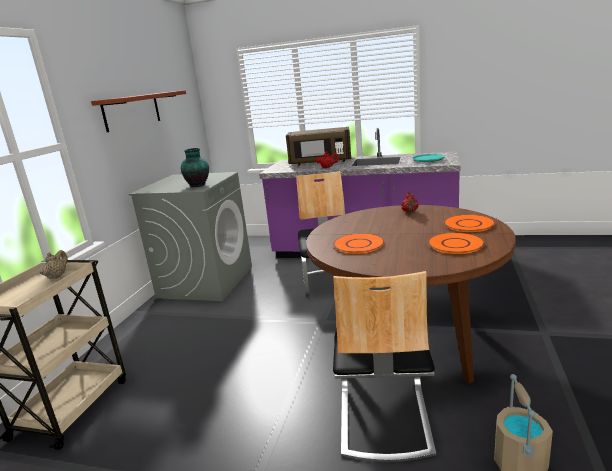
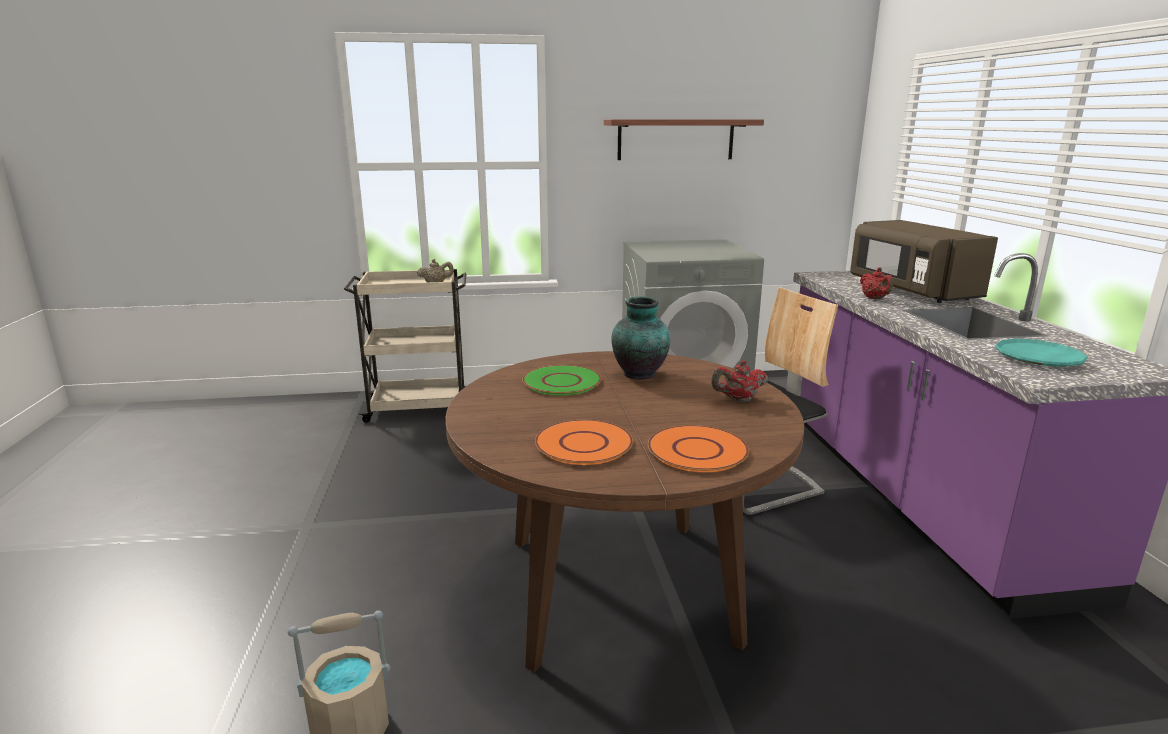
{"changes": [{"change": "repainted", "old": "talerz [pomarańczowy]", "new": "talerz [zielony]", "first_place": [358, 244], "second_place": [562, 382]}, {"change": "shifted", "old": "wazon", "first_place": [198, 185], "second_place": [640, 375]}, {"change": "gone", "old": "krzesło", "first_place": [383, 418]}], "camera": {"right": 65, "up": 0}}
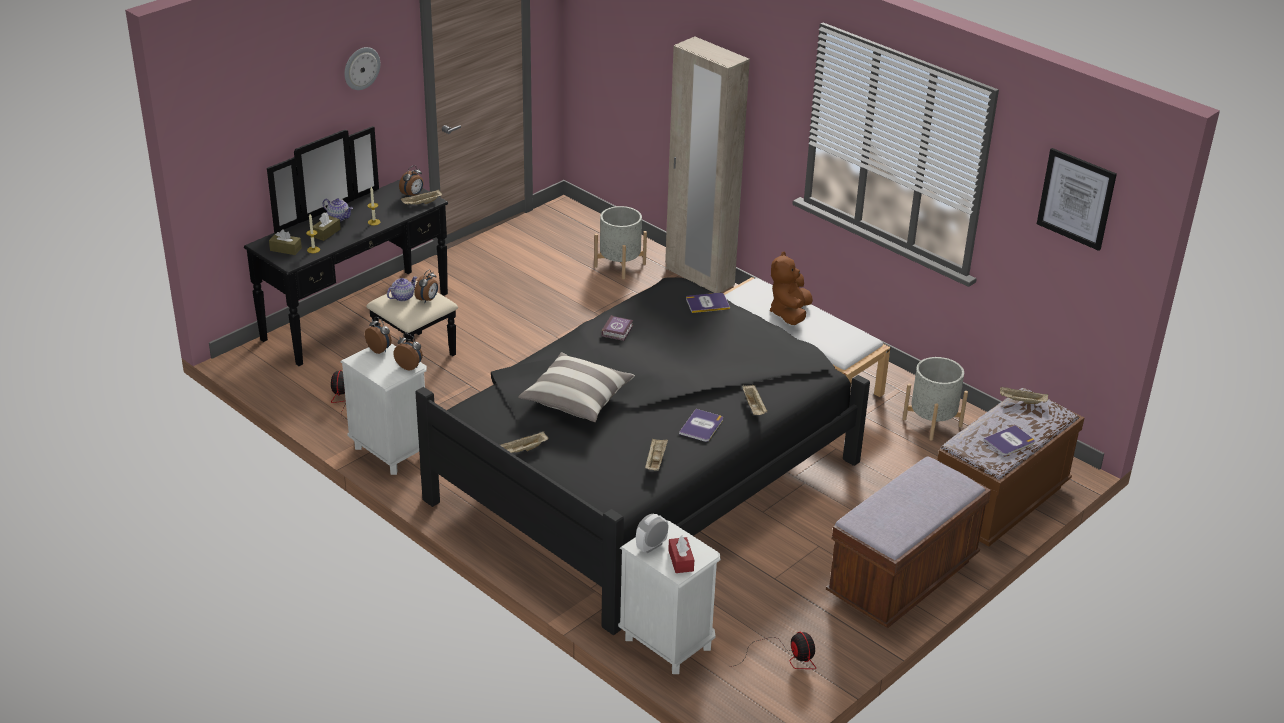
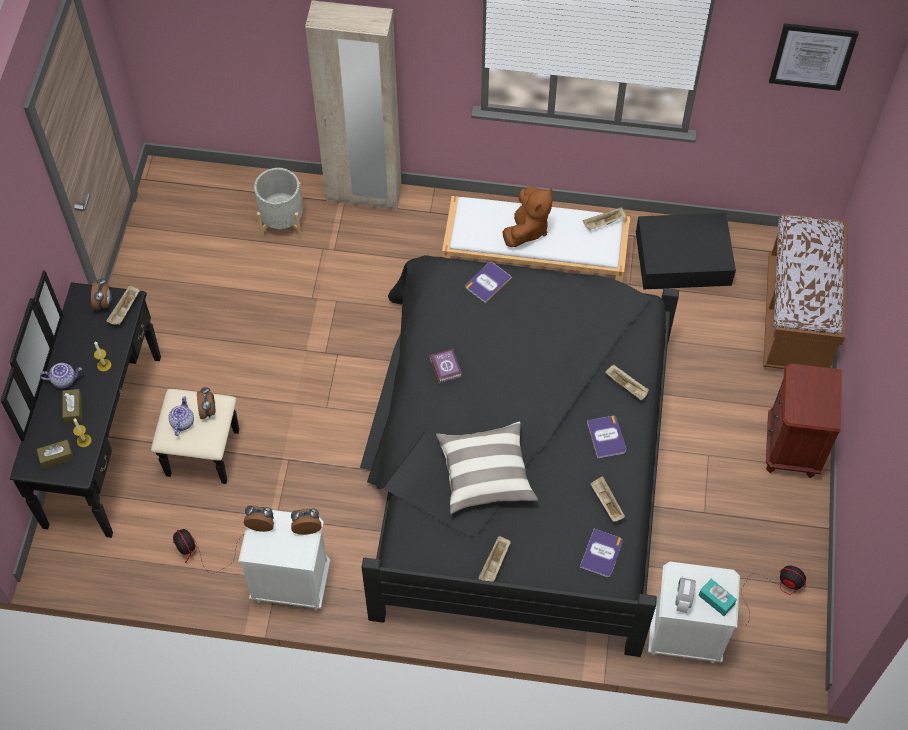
{"changes": [{"change": "rotated", "old": "pluszak [brązowy]", "first_place": [790, 314], "second_place": [527, 229], "degrees": -135}, {"change": "shifted", "old": "książka", "first_place": [1009, 441], "second_place": [601, 553]}, {"change": "shifted", "old": "taca [beżowy]", "first_place": [1021, 401], "second_place": [603, 223]}, {"change": "swapped", "old": "donica [szary]", "new": "pojemnik do przechowywania [czarny]", "first_place": [932, 422], "second_place": [684, 259]}, {"change": "repainted", "old": "pudełko chusteczek [czerwony]", "new": "pudełko chusteczek [turkusowy]", "first_place": [681, 560], "second_place": [716, 600]}, {"change": "swapped", "old": "ławka [brązowy]", "new": "szafka nocna [brązowy]", "first_place": [902, 578], "second_place": [791, 447]}, {"change": "gone", "old": "zegar ścienny", "first_place": [361, 68]}], "camera": {"right": -35, "up": 25}}
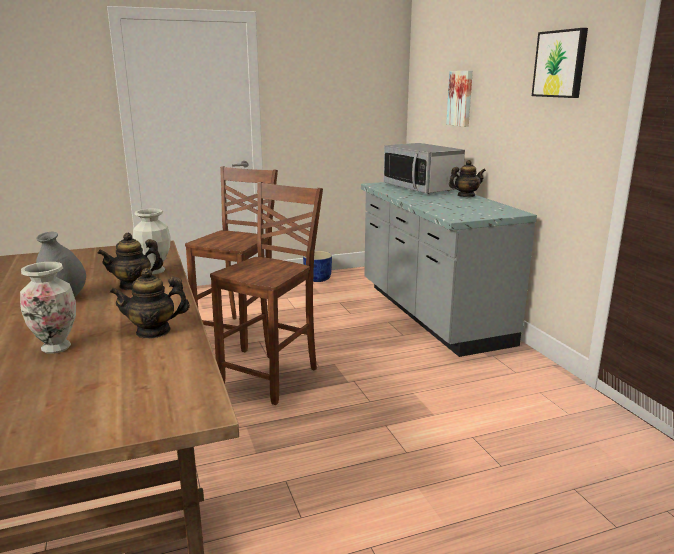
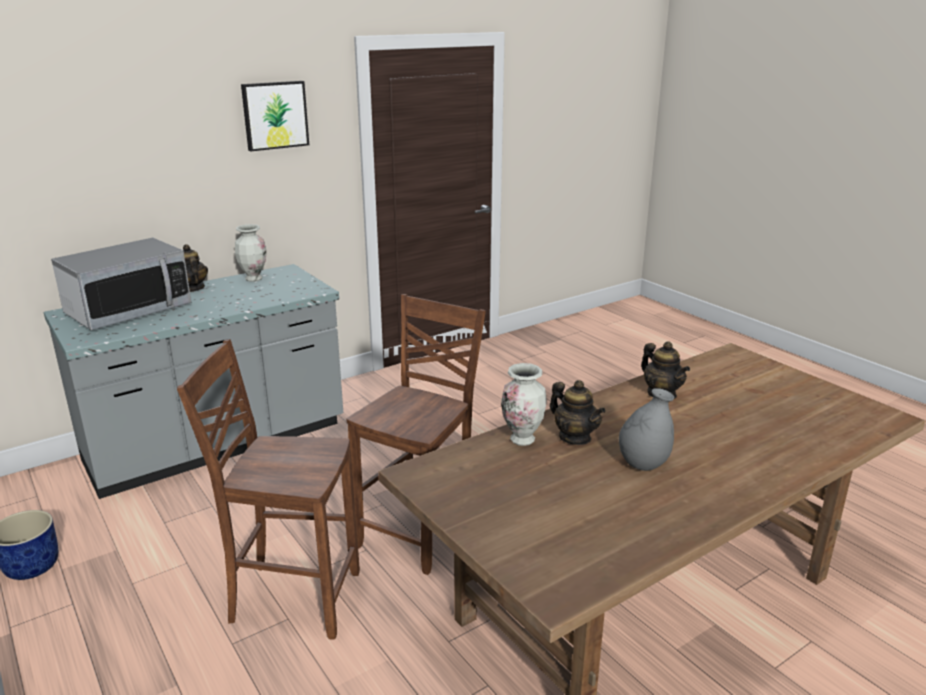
{"changes": [{"change": "shifted", "old": "wazon", "first_place": [56, 348], "second_place": [253, 279]}, {"change": "rotated", "old": "krzesło [brązowy]", "first_place": [272, 377], "second_place": [420, 532], "degrees": 105}, {"change": "gone", "old": "obraz", "first_place": [461, 98]}], "camera": {"right": -105, "up": 5}}
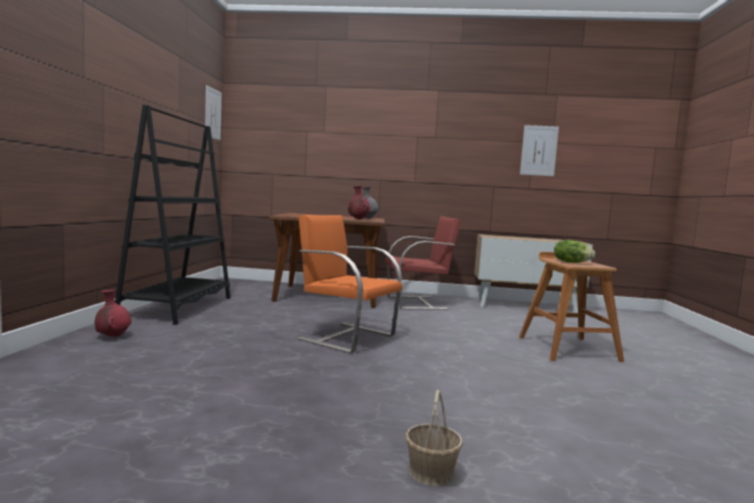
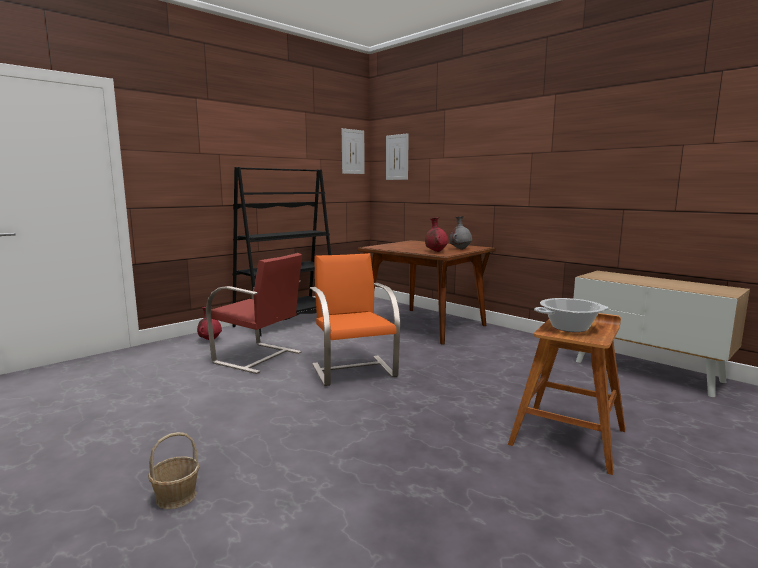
{"changes": [{"change": "shifted", "old": "krzesło [czerwony]", "first_place": [417, 303], "second_place": [259, 358]}, {"change": "shifted", "old": "obraz", "first_place": [539, 150], "second_place": [397, 157]}, {"change": "swapped", "old": "sałata", "new": "garnek", "first_place": [571, 262], "second_place": [569, 327]}], "camera": {"right": 40, "up": 5}}
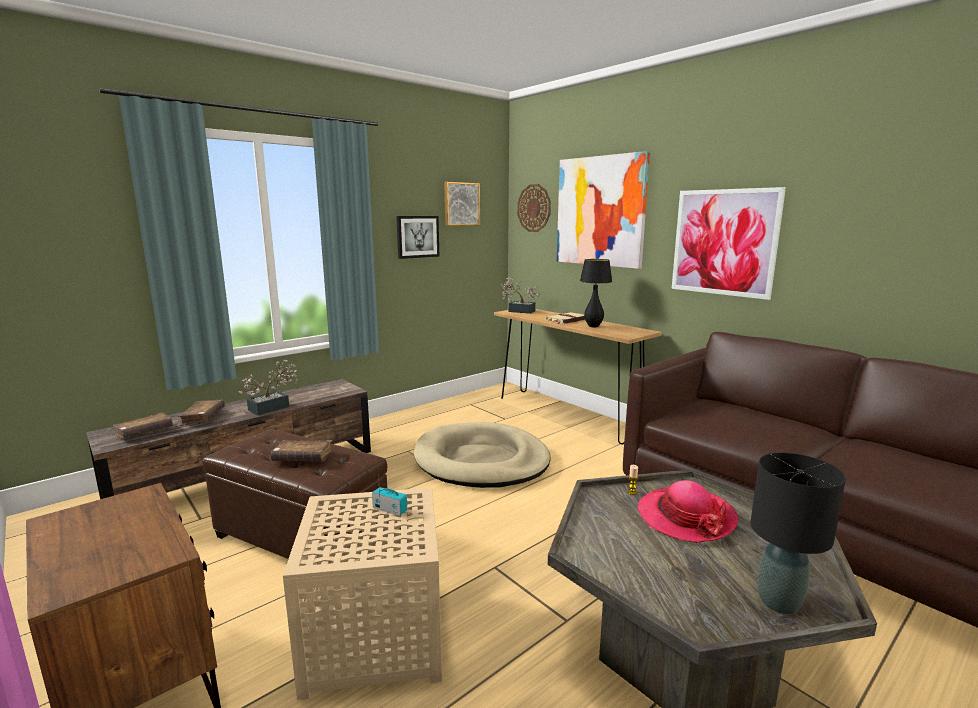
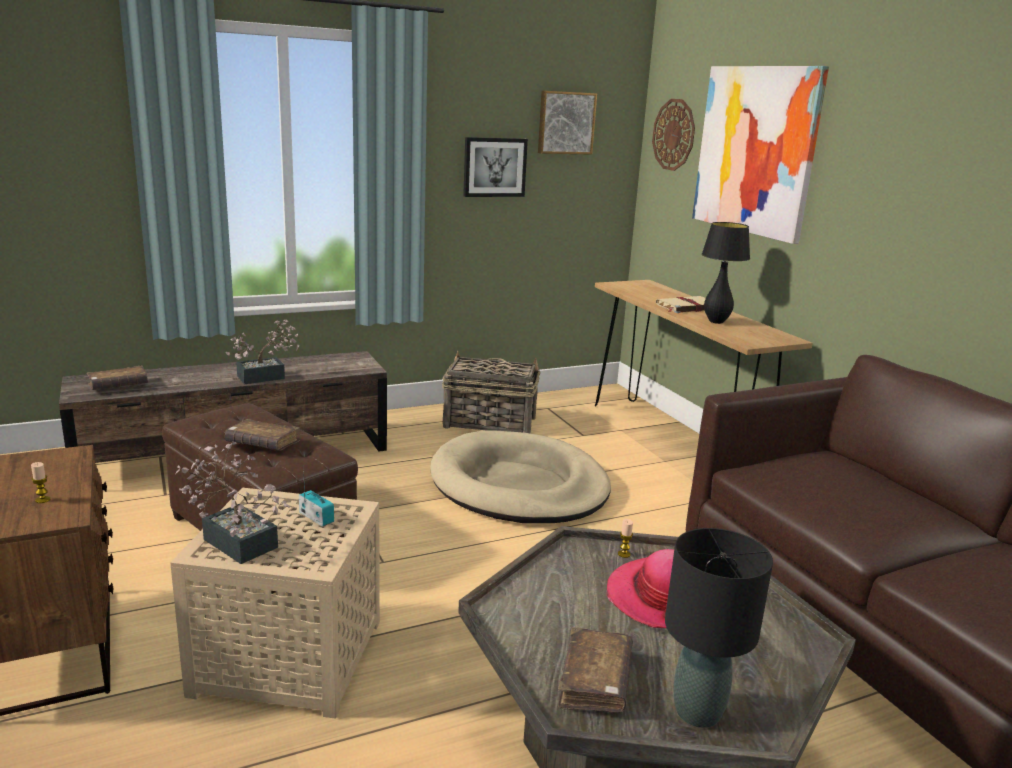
{"changes": [{"change": "new", "new": "świeca", "second_place": [42, 500]}, {"change": "shifted", "old": "roślina doniczkowa", "first_place": [519, 311], "second_place": [236, 539]}, {"change": "new", "new": "koszyk", "second_place": [489, 422]}, {"change": "shifted", "old": "książka [brązowy]", "first_place": [203, 417], "second_place": [595, 681]}, {"change": "gone", "old": "obraz", "first_place": [724, 242]}], "camera": {"right": 15, "up": 5}}
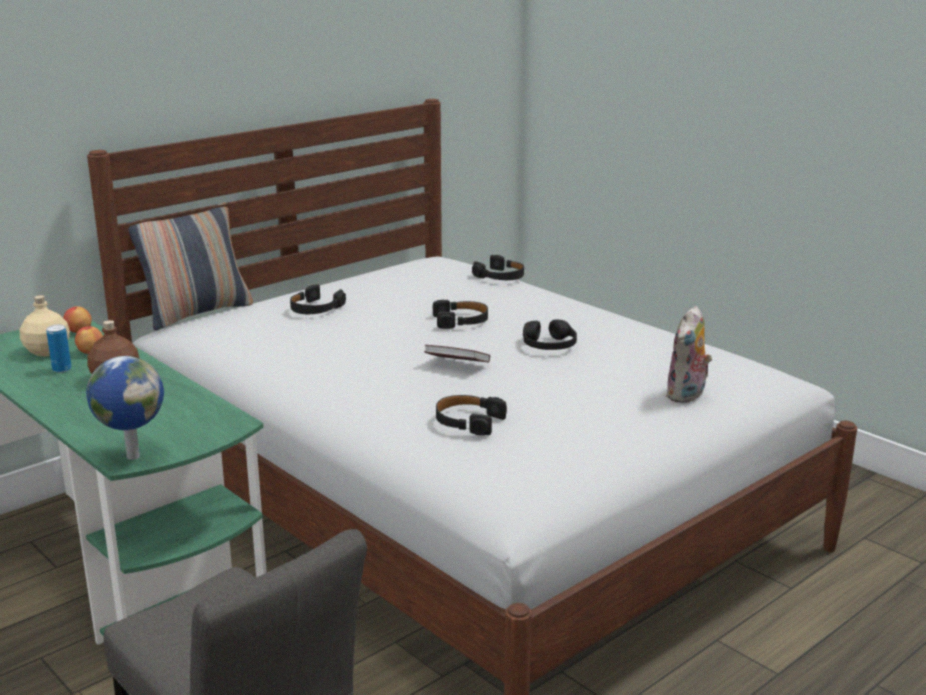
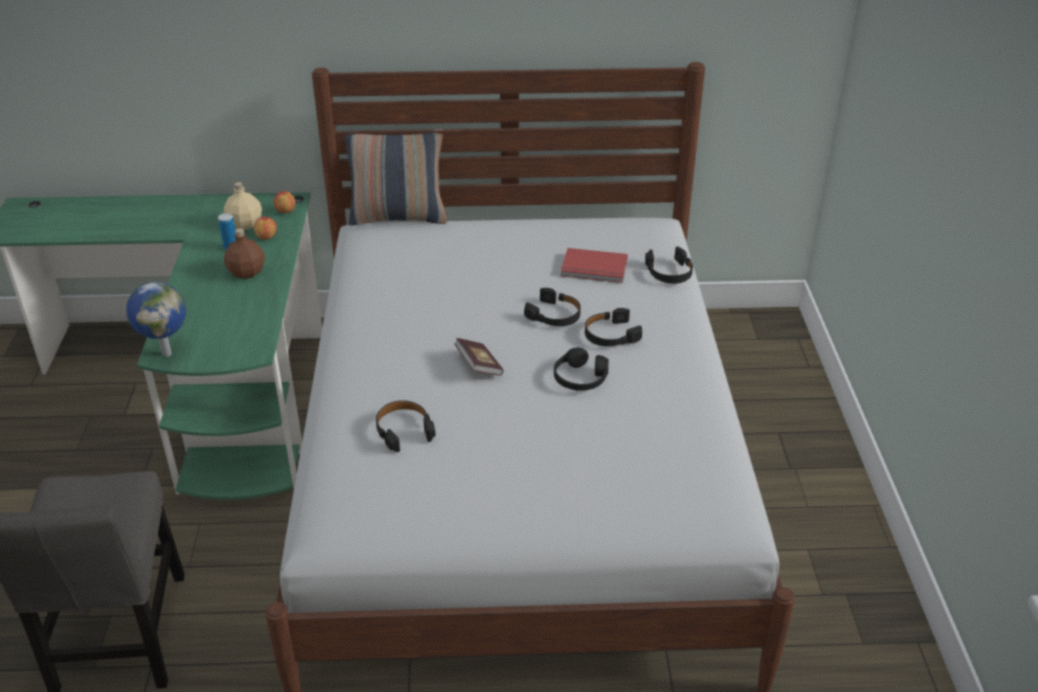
{"changes": [{"change": "new", "new": "książka [czerwony]", "second_place": [594, 269]}, {"change": "shifted", "old": "słuchawki [czarny]", "first_place": [315, 308], "second_place": [610, 335]}, {"change": "gone", "old": "pluszak", "first_place": [687, 396]}], "camera": {"right": 40, "up": 15}}
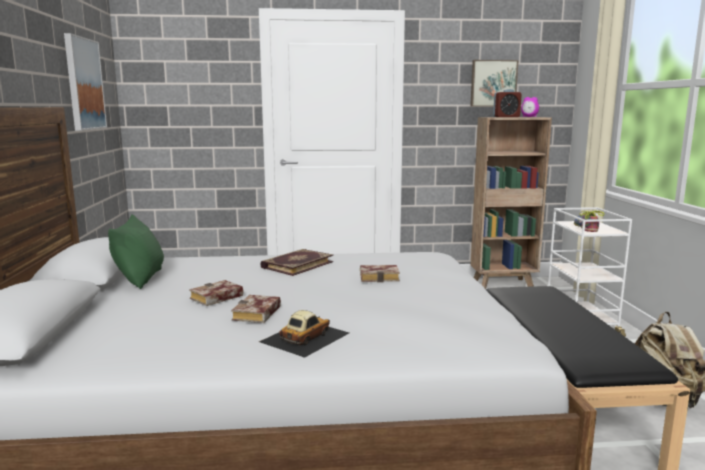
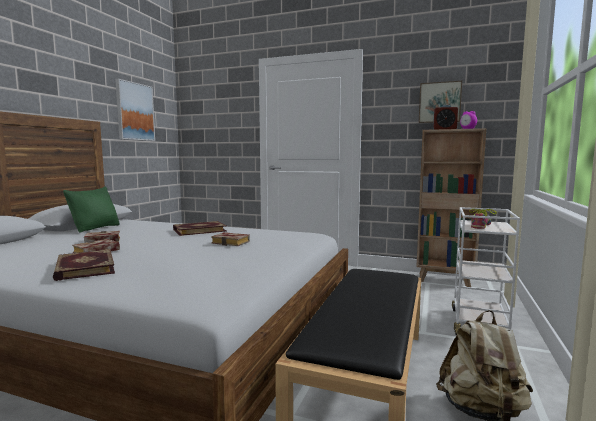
{"changes": [{"change": "swapped", "old": "samochodzik", "new": "książka", "first_place": [304, 337], "second_place": [83, 268]}], "camera": {"right": 25, "up": -5}}
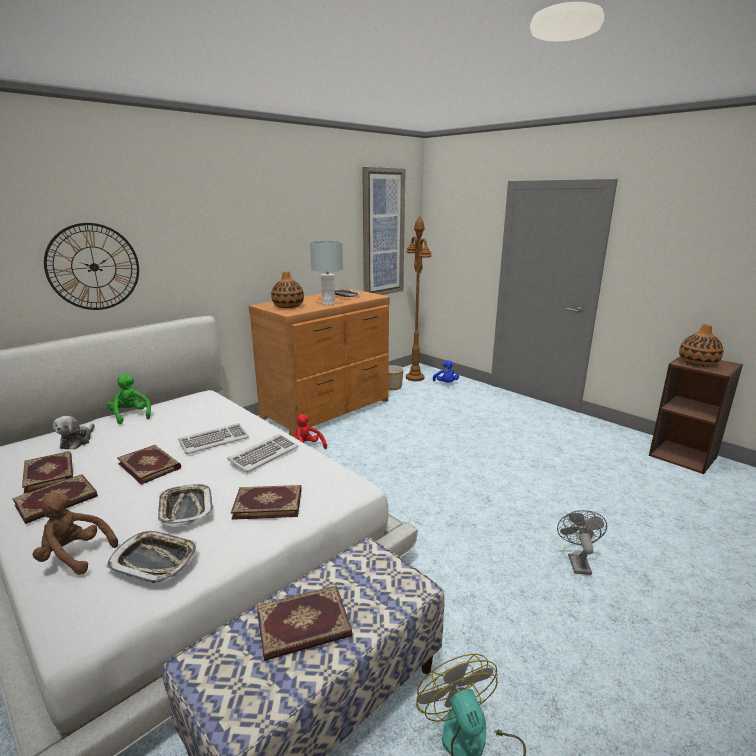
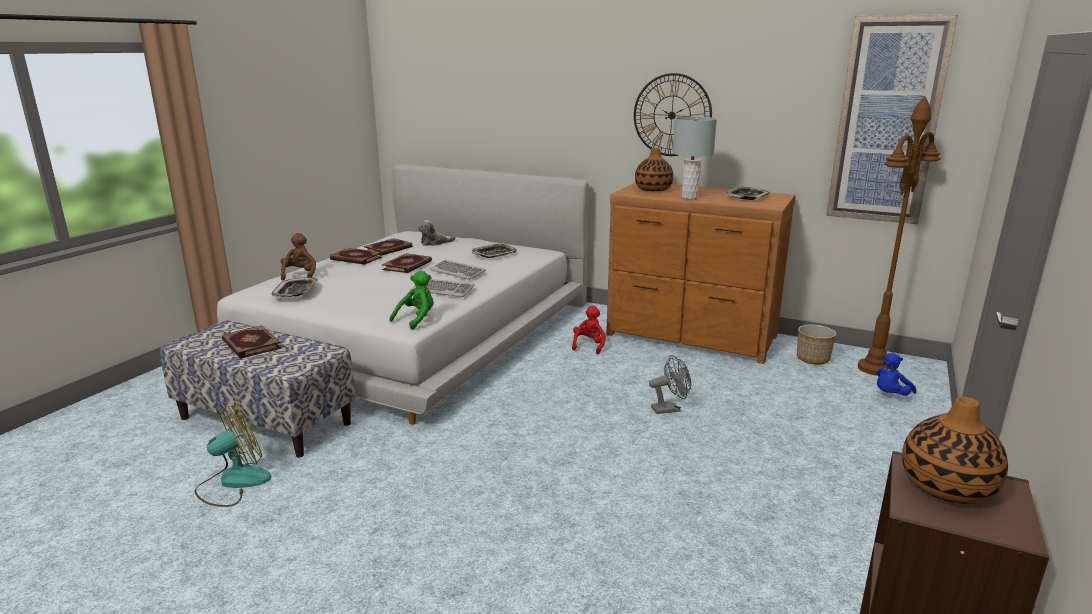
{"changes": [{"change": "shifted", "old": "pluszak [zielony]", "first_place": [131, 415], "second_place": [417, 319]}, {"change": "shifted", "old": "taca", "first_place": [185, 508], "second_place": [494, 254]}, {"change": "shifted", "old": "zegar ścienny", "first_place": [94, 267], "second_place": [672, 115]}, {"change": "shifted", "old": "wentylator [szary]", "first_place": [577, 561], "second_place": [669, 409]}, {"change": "gone", "old": "książka", "first_place": [268, 503]}], "camera": {"right": 70, "up": 0}}
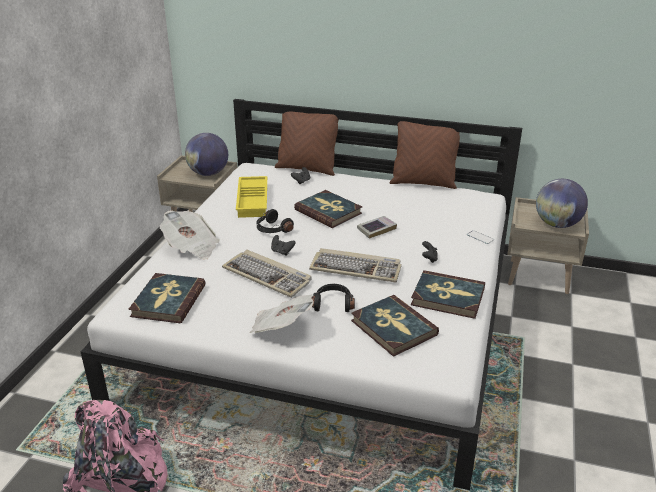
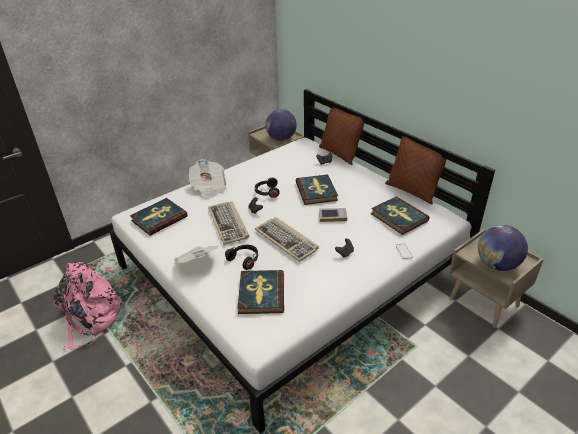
{"changes": [{"change": "shifted", "old": "książka", "first_place": [448, 297], "second_place": [398, 217]}, {"change": "gone", "old": "taca [żółty]", "first_place": [253, 201]}], "camera": {"right": 35, "up": 5}}
